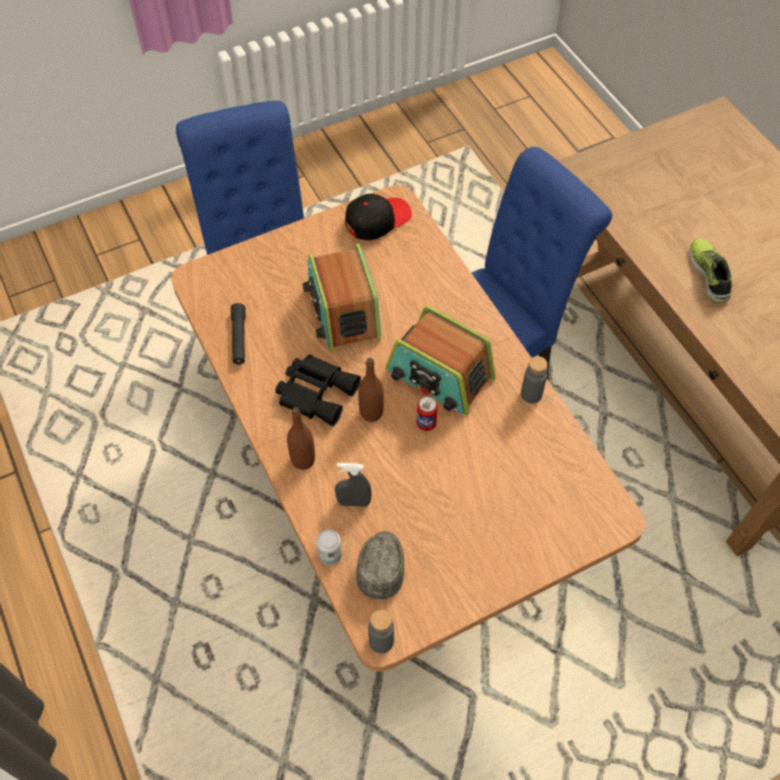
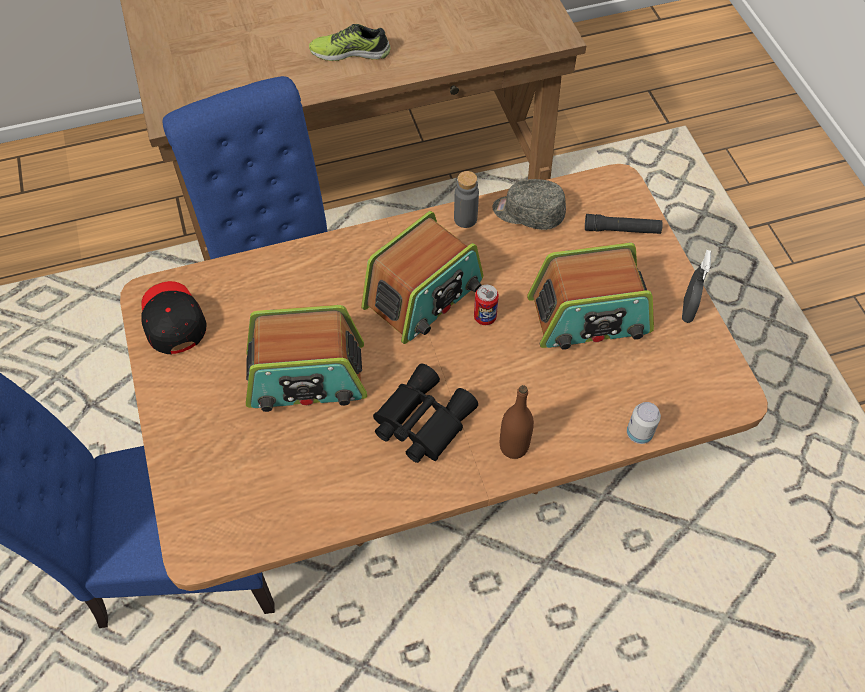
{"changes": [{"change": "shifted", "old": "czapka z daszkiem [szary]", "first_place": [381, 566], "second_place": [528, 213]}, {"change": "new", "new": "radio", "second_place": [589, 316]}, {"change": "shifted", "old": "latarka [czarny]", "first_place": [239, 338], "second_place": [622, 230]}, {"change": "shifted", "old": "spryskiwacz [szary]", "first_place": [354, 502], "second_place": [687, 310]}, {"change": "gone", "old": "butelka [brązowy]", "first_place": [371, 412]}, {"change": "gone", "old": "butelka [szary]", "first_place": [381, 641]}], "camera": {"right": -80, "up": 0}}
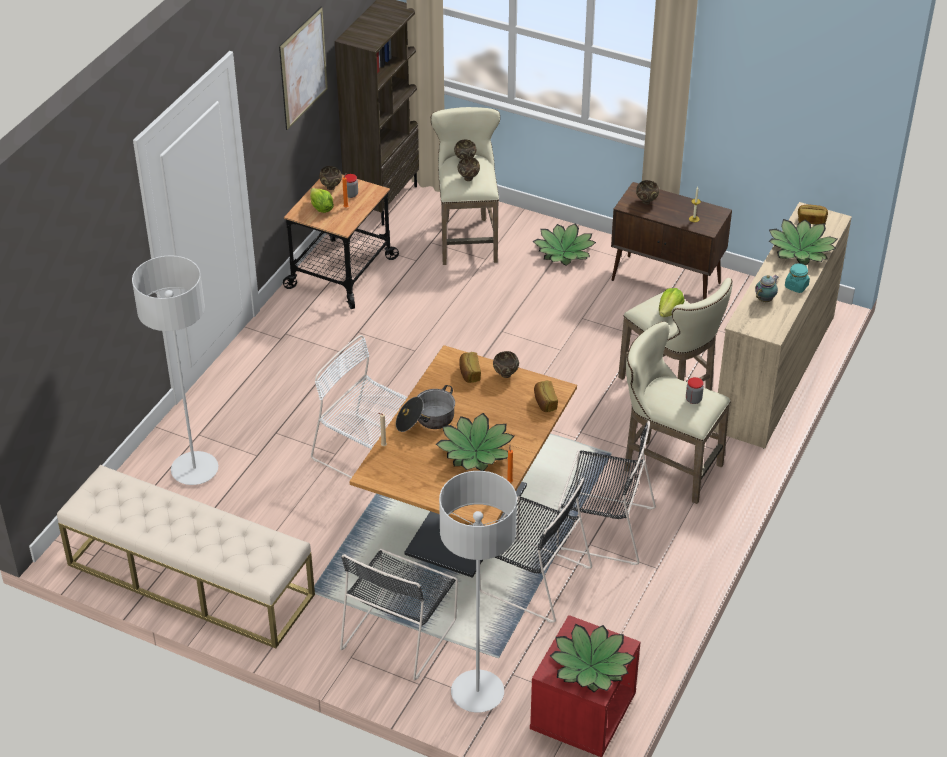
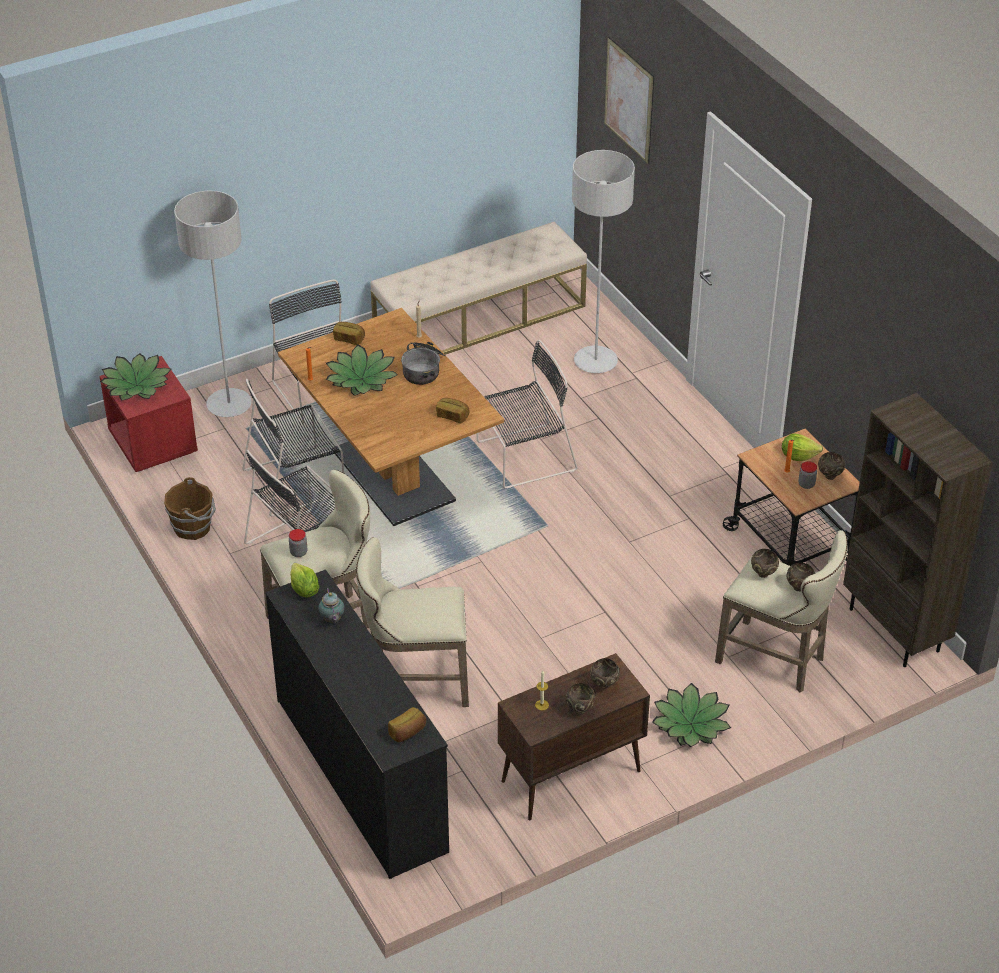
{"changes": [{"change": "new", "new": "wiadro [brązowy]", "second_place": [193, 527]}, {"change": "repainted", "old": "komoda [beżowy]", "new": "komoda [czarny]", "first_place": [773, 373], "second_place": [361, 773]}, {"change": "shifted", "old": "sałata", "first_place": [670, 311], "second_place": [304, 590]}, {"change": "shifted", "old": "chleb", "first_place": [544, 402], "second_place": [349, 339]}, {"change": "repainted", "old": "krzesło [biały]", "new": "krzesło [czarny]", "first_place": [368, 453], "second_place": [523, 457]}, {"change": "shifted", "old": "miska [brązowy]", "first_place": [505, 375], "second_place": [579, 709]}, {"change": "shifted", "old": "obraz", "first_place": [303, 68], "second_place": [629, 100]}, {"change": "gone", "old": "roślina doniczkowa", "first_place": [801, 250]}, {"change": "gone", "old": "słoik [turkusowy]", "first_place": [796, 286]}], "camera": {"right": 125, "up": 0}}
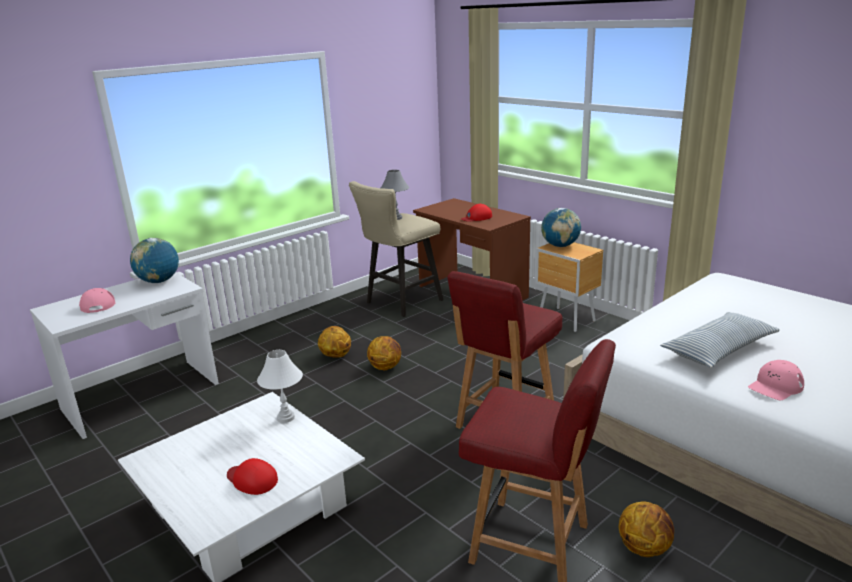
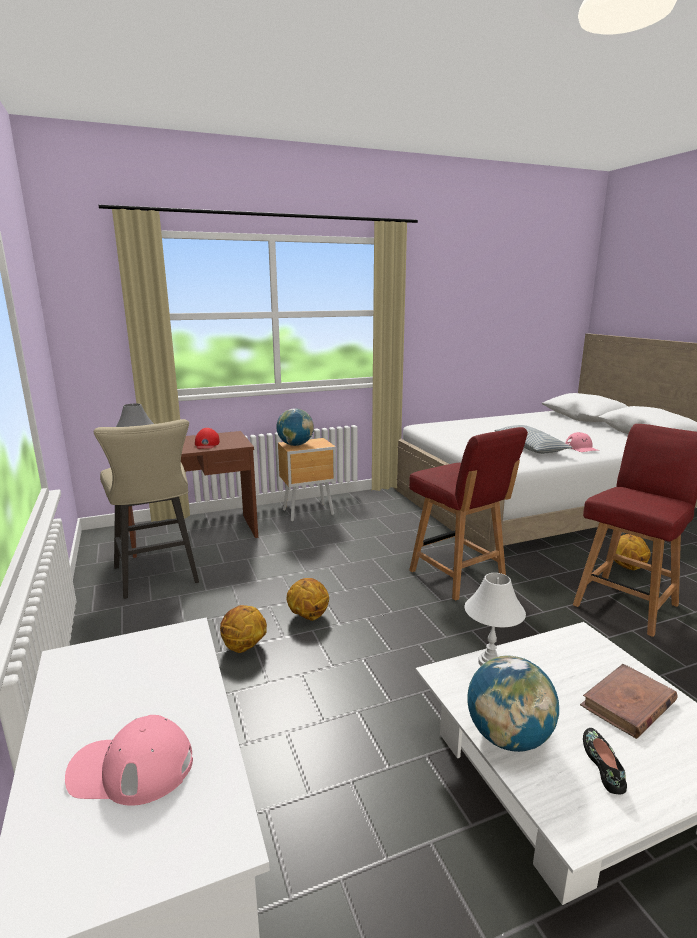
{"changes": [{"change": "shifted", "old": "globus", "first_place": [159, 281], "second_place": [508, 737]}, {"change": "swapped", "old": "czapka z daszkiem [czerwony]", "new": "książka [brązowy]", "first_place": [252, 479], "second_place": [628, 704]}, {"change": "new", "new": "but [czarny]", "second_place": [603, 764]}], "camera": {"right": -70, "up": -5}}
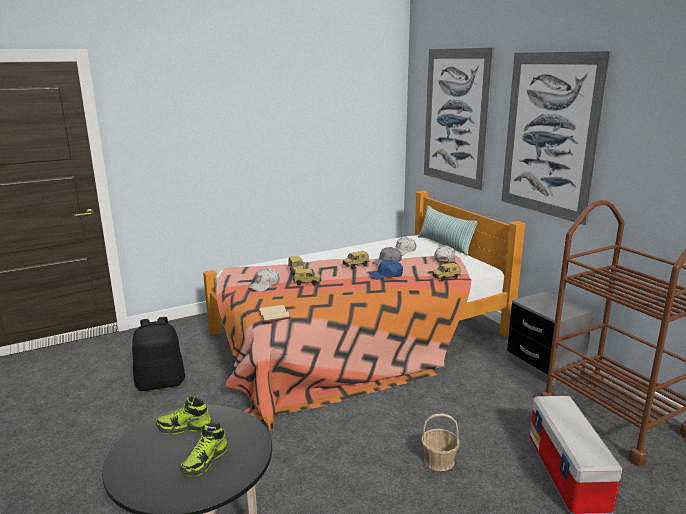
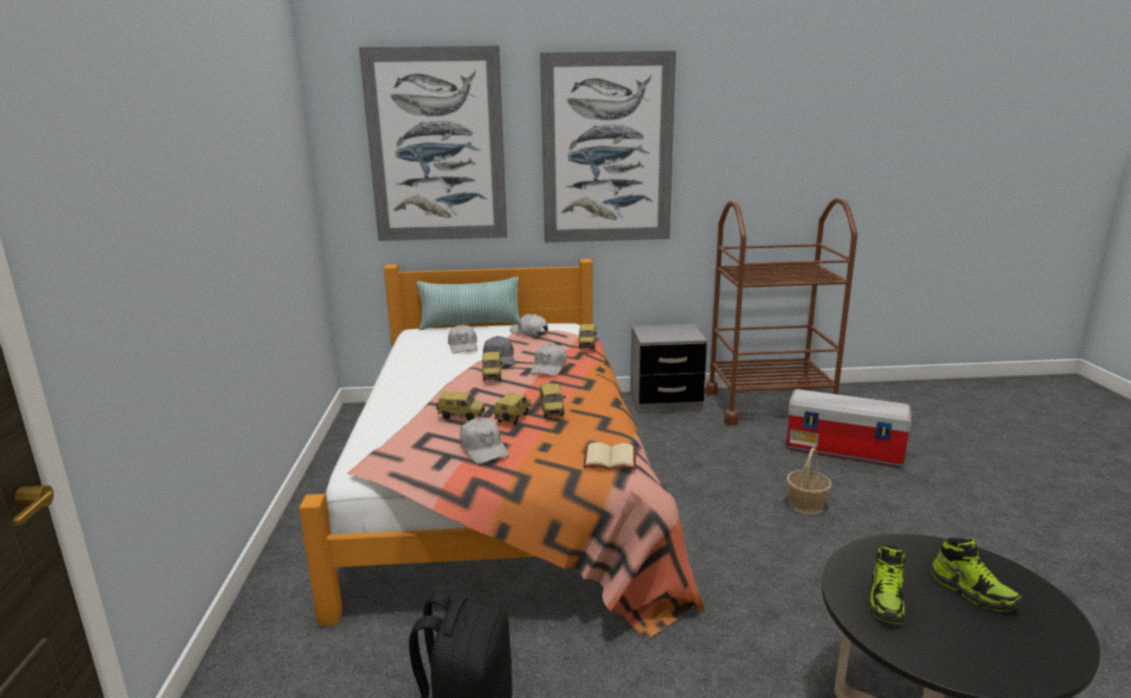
{"changes": [{"change": "repainted", "old": "czapka z daszkiem [niebieski]", "new": "czapka z daszkiem [biały]", "first_place": [386, 275], "second_place": [549, 368]}, {"change": "new", "new": "samochodzik", "second_place": [553, 411]}], "camera": {"right": -65, "up": 0}}
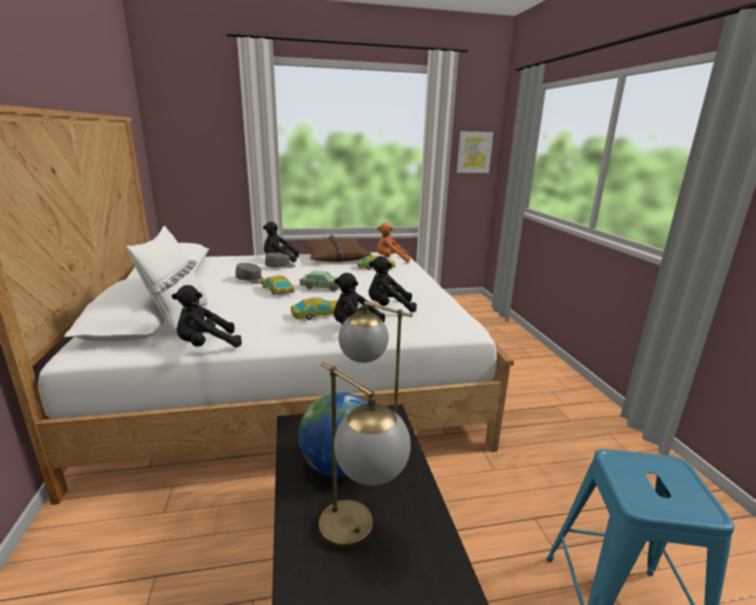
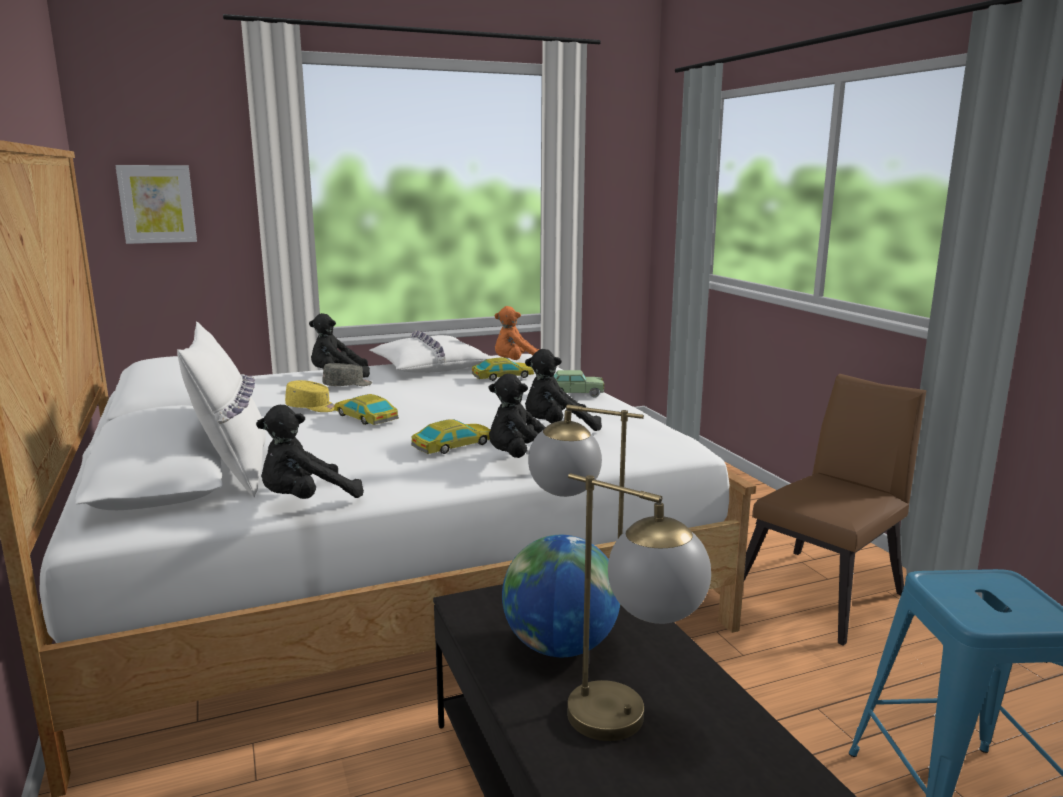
{"changes": [{"change": "shifted", "old": "obraz", "first_place": [474, 152], "second_place": [157, 204]}, {"change": "repainted", "old": "czapka z daszkiem [szary]", "new": "czapka z daszkiem [żółty]", "first_place": [251, 280], "second_place": [312, 408]}, {"change": "repainted", "old": "poduszka [brązowy]", "new": "poduszka [biały]", "first_place": [336, 257], "second_place": [429, 367]}, {"change": "shifted", "old": "samochodzik", "first_place": [322, 287], "second_place": [573, 394]}, {"change": "new", "new": "krzesło [brązowy]", "second_place": [825, 592]}], "camera": {"right": -10, "up": -5}}
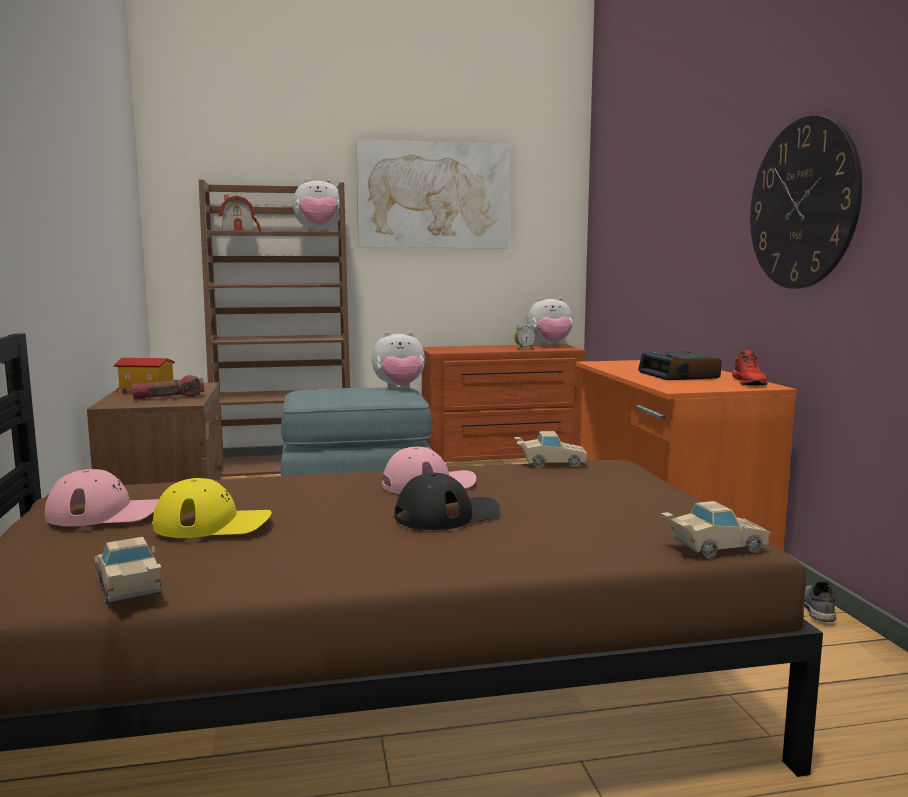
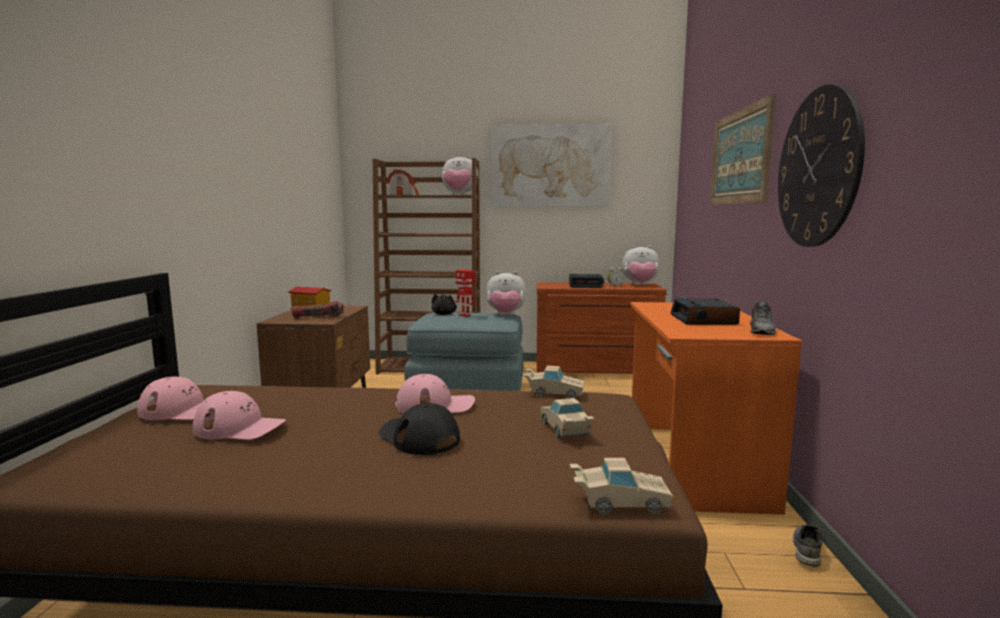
{"changes": [{"change": "repainted", "old": "czapka z daszkiem [żółty]", "new": "czapka z daszkiem [różowy]", "first_place": [213, 524], "second_place": [240, 427]}, {"change": "rotated", "old": "czapka z daszkiem [czarny]", "first_place": [447, 515], "second_place": [419, 437], "degrees": -120}, {"change": "new", "new": "pluszak [czarny]", "second_place": [444, 314]}, {"change": "new", "new": "robot zabawkowy", "second_place": [465, 315]}, {"change": "shifted", "old": "samochodzik [beżowy]", "first_place": [129, 589], "second_place": [565, 430]}, {"change": "new", "new": "budzik", "second_place": [585, 285]}, {"change": "new", "new": "obraz", "second_place": [740, 157]}, {"change": "repainted", "old": "but [czerwony]", "new": "but [szary]", "first_place": [749, 382], "second_place": [762, 331]}], "camera": {"right": 15, "up": 0}}
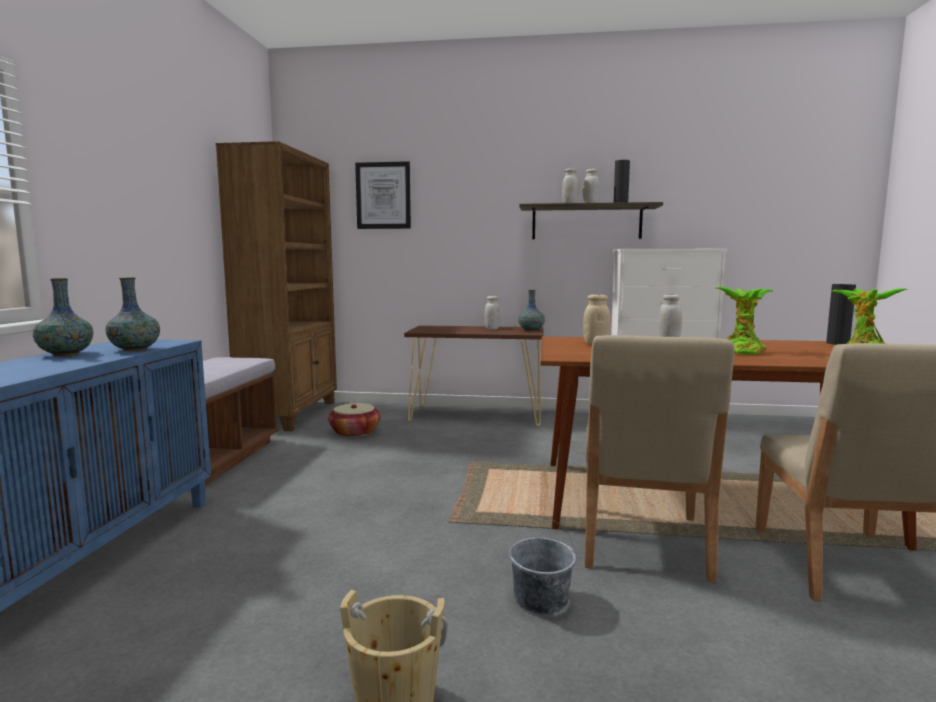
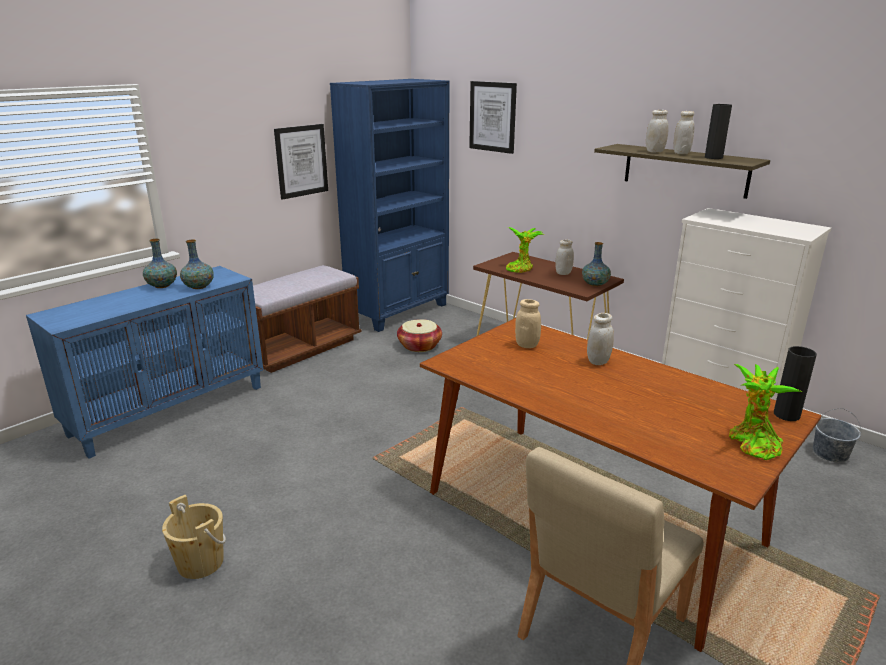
{"changes": [{"change": "new", "new": "obraz", "second_place": [301, 161]}, {"change": "repainted", "old": "regał [brązowy]", "new": "regał [niebieski]", "first_place": [291, 414], "second_place": [399, 312]}, {"change": "shifted", "old": "roślina doniczkowa", "first_place": [741, 351], "second_place": [521, 269]}, {"change": "shifted", "old": "wiadro [szary]", "first_place": [540, 599], "second_place": [829, 453]}, {"change": "gone", "old": "krzesło [beżowy]", "first_place": [642, 542]}], "camera": {"right": 35, "up": 15}}
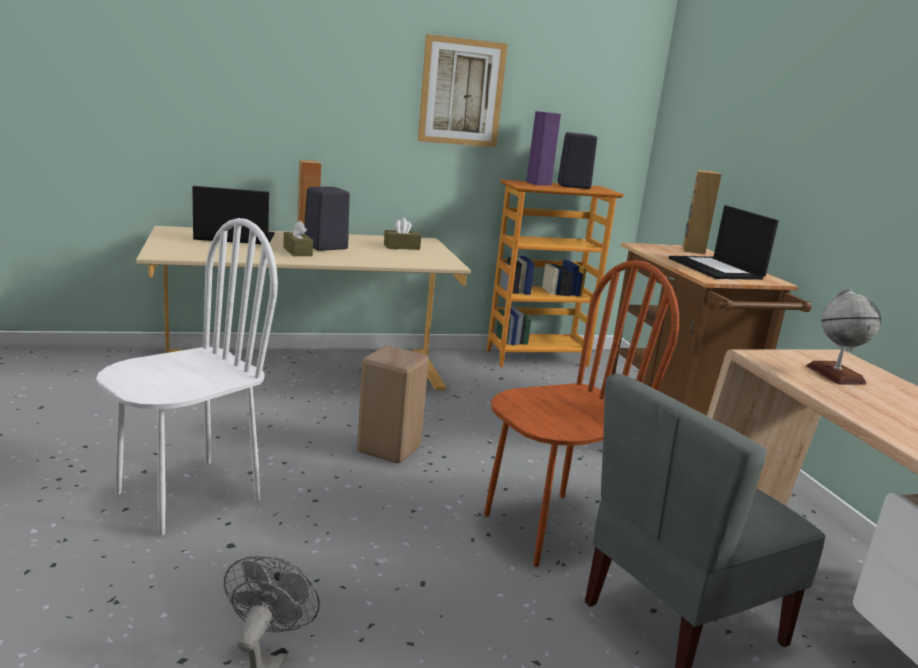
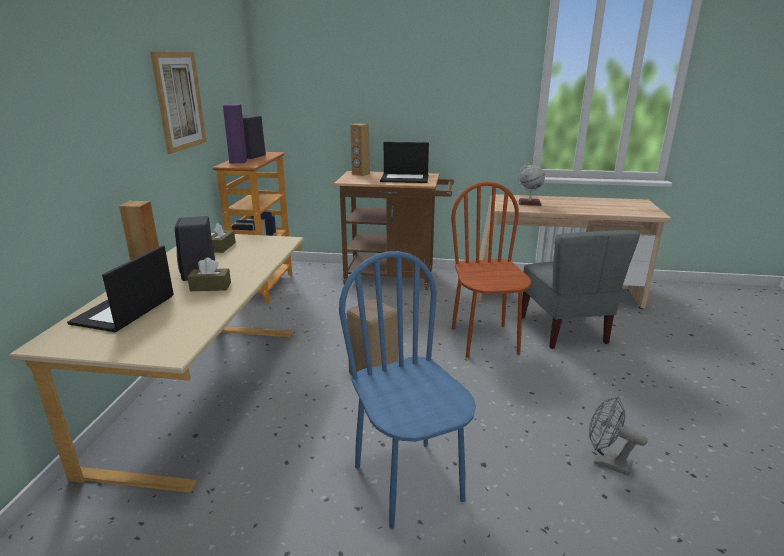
{"changes": [{"change": "repainted", "old": "krzesło [biały]", "new": "krzesło [niebieski]", "first_place": [188, 495], "second_place": [409, 482]}], "camera": {"right": -65, "up": 5}}
